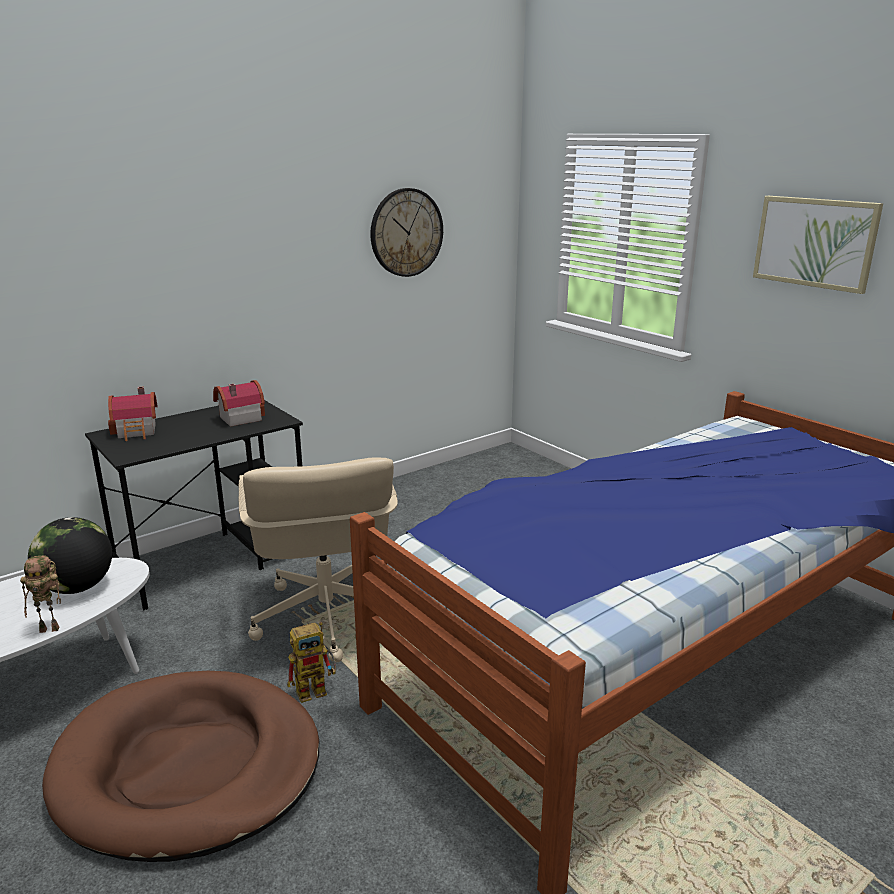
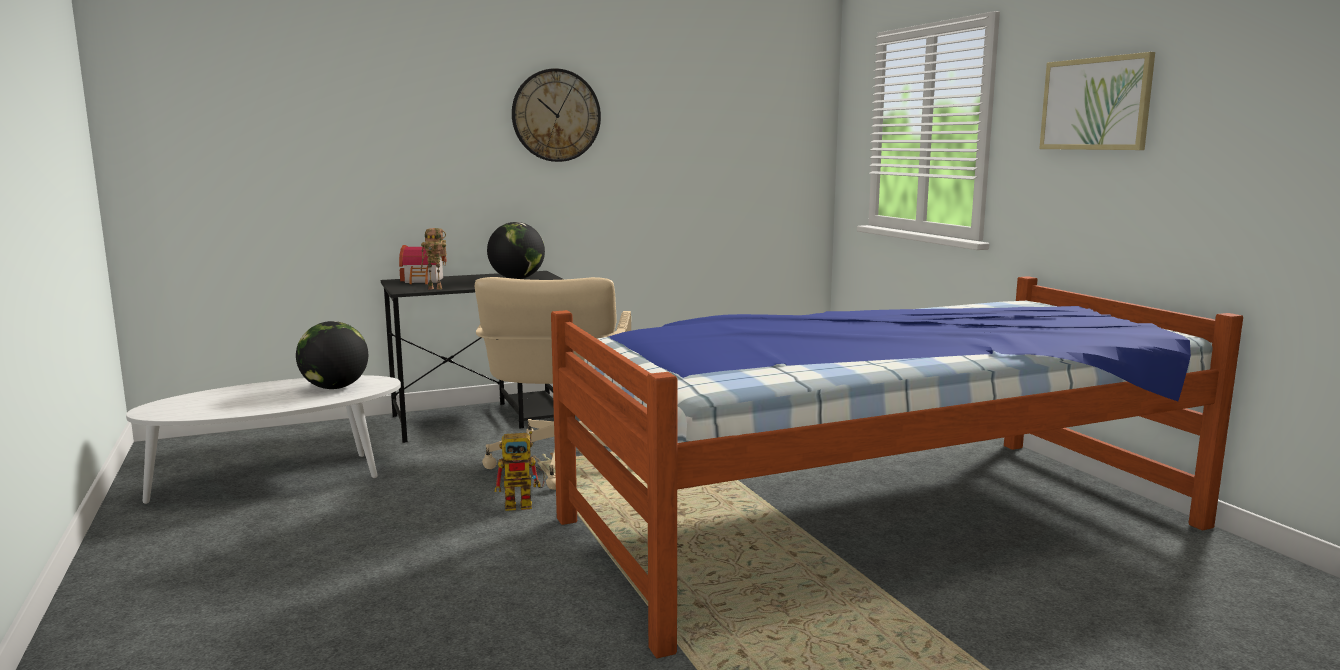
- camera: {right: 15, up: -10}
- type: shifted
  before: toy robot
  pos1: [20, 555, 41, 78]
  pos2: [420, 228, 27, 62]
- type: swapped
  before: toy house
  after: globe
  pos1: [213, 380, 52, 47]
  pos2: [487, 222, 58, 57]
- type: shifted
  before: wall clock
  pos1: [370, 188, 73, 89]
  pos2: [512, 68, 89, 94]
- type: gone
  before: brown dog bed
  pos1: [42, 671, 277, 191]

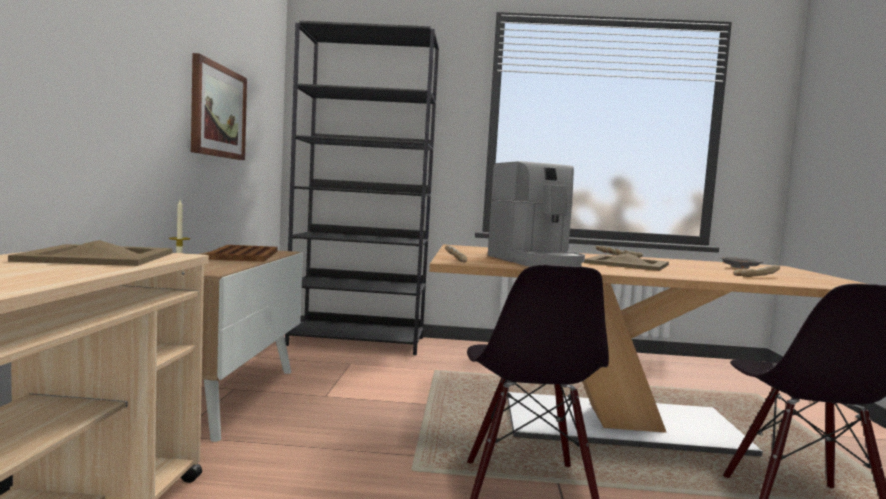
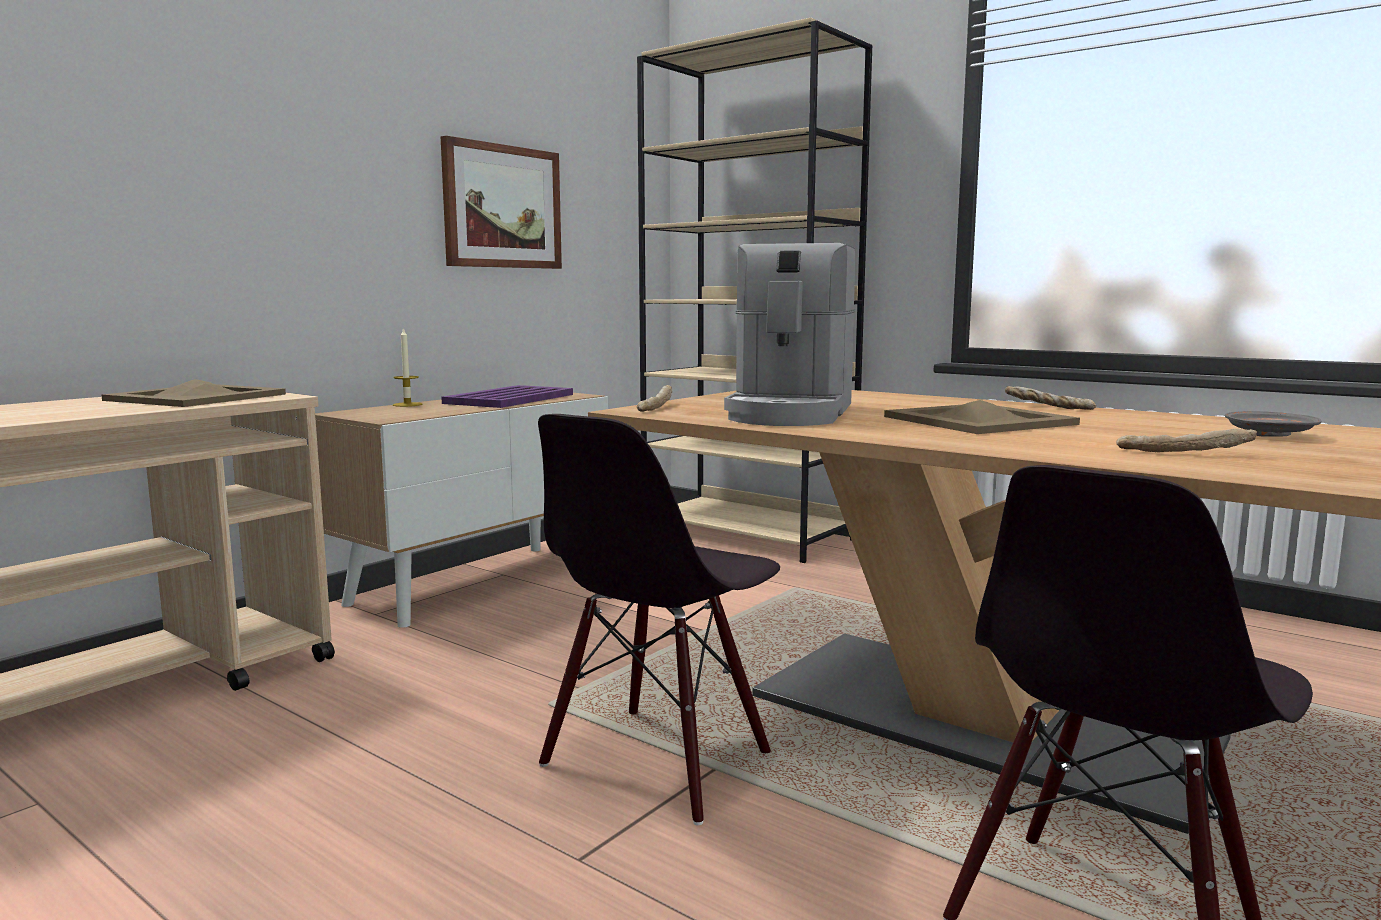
- camera: {right: 35, up: 5}
- type: repainted
  before: brown tray
  after: purple tray
  pos1: [205, 245, 73, 17]
  pos2: [441, 385, 132, 23]
- type: repainted
  before: black bookcase
  after: beige bookcase
  pos1: [285, 21, 154, 334]
  pos2: [637, 18, 235, 545]

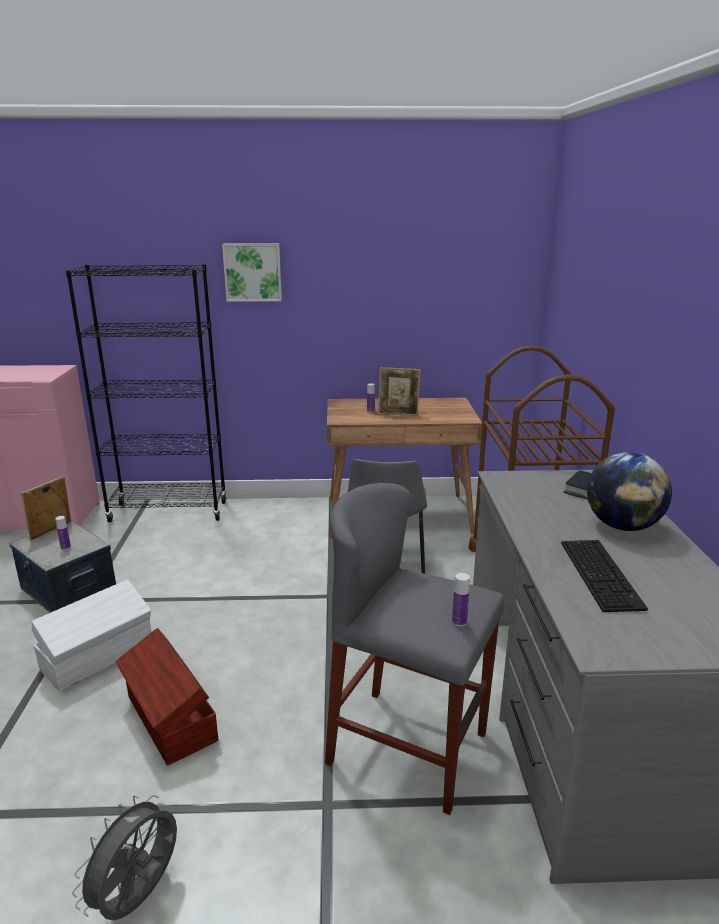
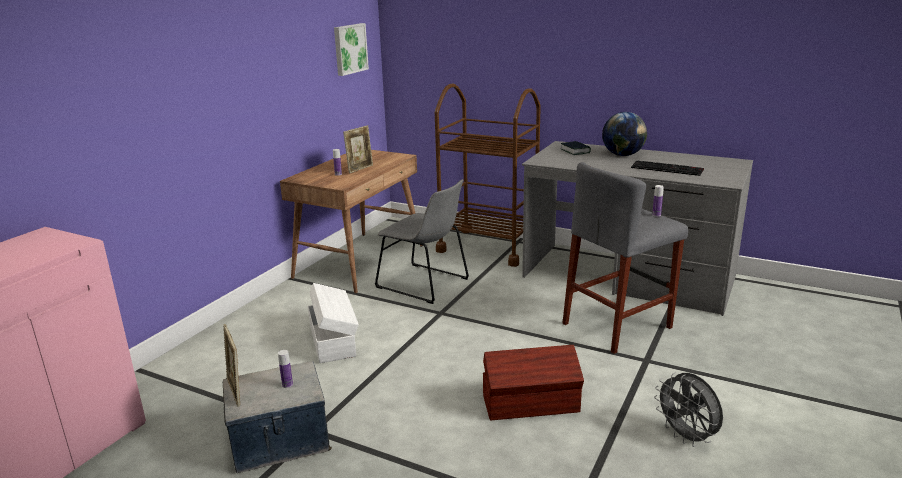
- camera: {right: -60, up: 0}
- type: shifted
  before: white storage box
  pos1: [32, 579, 120, 112]
  pos2: [308, 283, 51, 80]
- type: shifted
  before: picture
  pos1: [222, 243, 60, 59]
  pos2: [334, 23, 35, 53]
- type: gone
  before: black bookcase
  pos1: [66, 264, 161, 259]

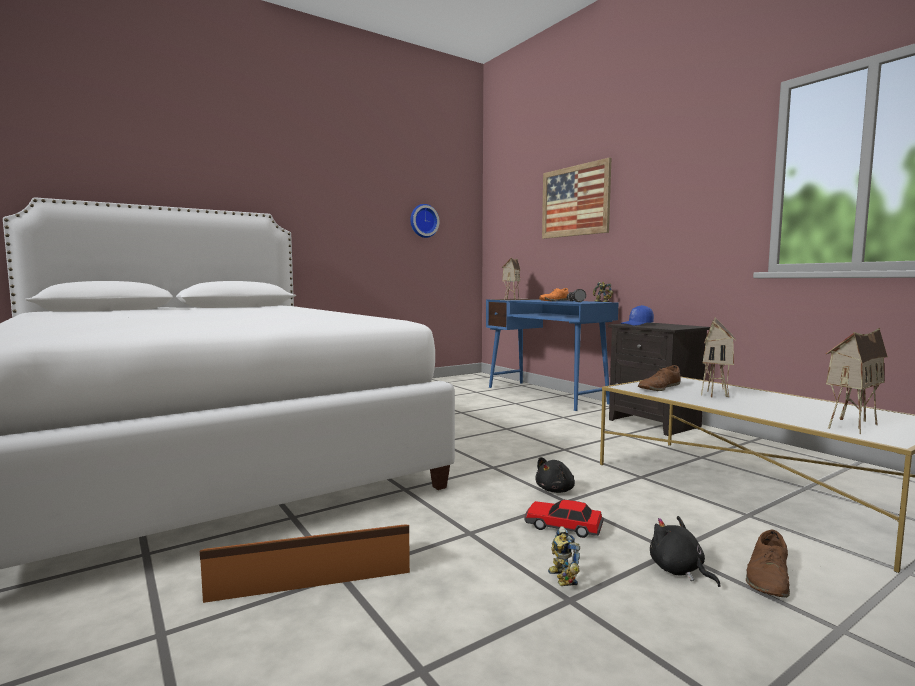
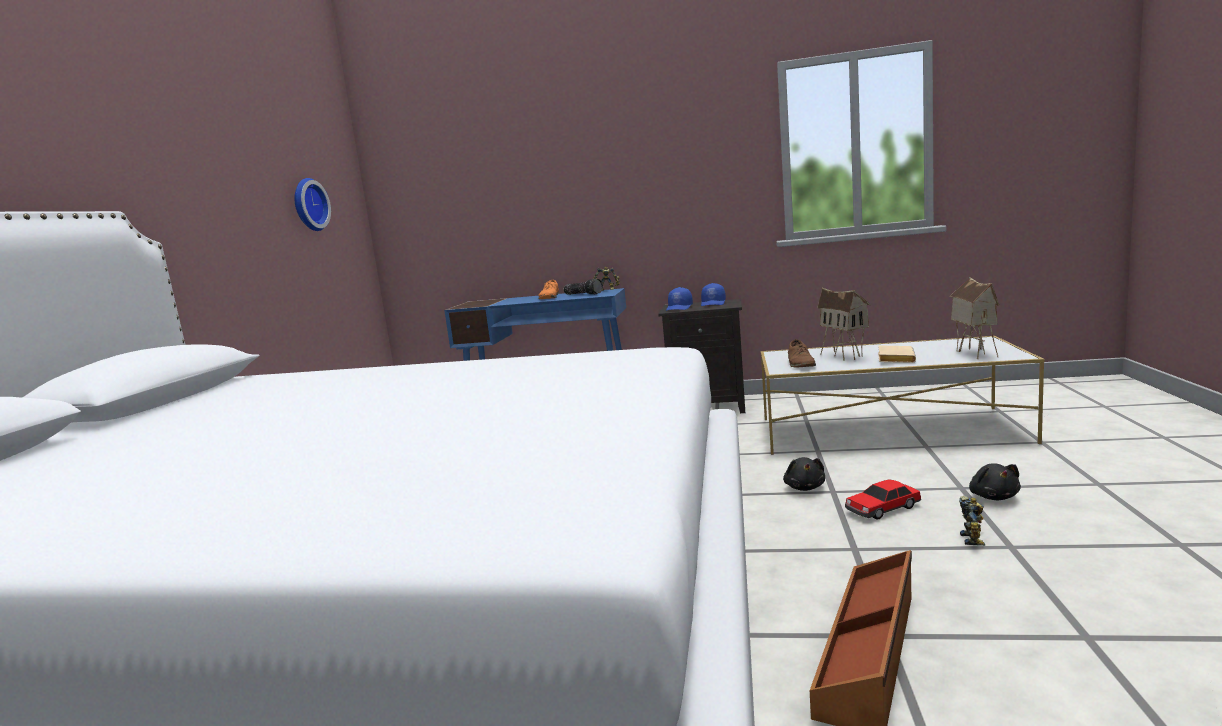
- camera: {right: -45, up: 5}
- type: new
  after: blue cap
  pos2: [701, 283, 25, 23]
- type: new
  after: beige book
  pos2: [878, 345, 38, 18]
- type: rotated
  before: toy robot
  pos1: [548, 526, 32, 60]
  pos2: [959, 496, 26, 50]
  turn: -105
- type: rotated
  before: black plush toy
  pos1: [650, 516, 71, 71]
  pos2: [969, 463, 52, 37]
  turn: -105
- type: gone
  before: toy house
  pos1: [501, 257, 20, 43]
- type: gone
  before: picture
  pos1: [542, 157, 69, 82]
- type: gone
  before: brown shoe
  pos1: [746, 529, 44, 69]

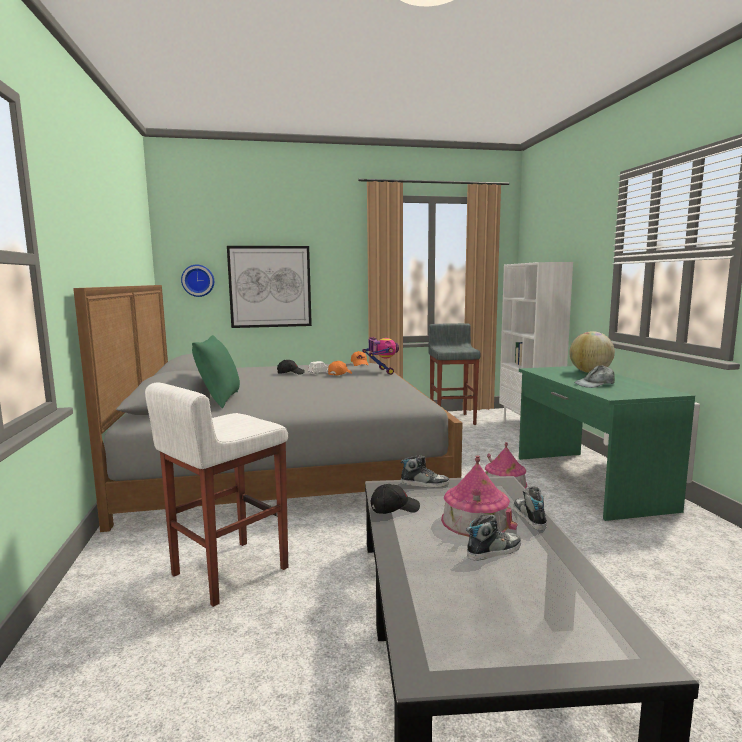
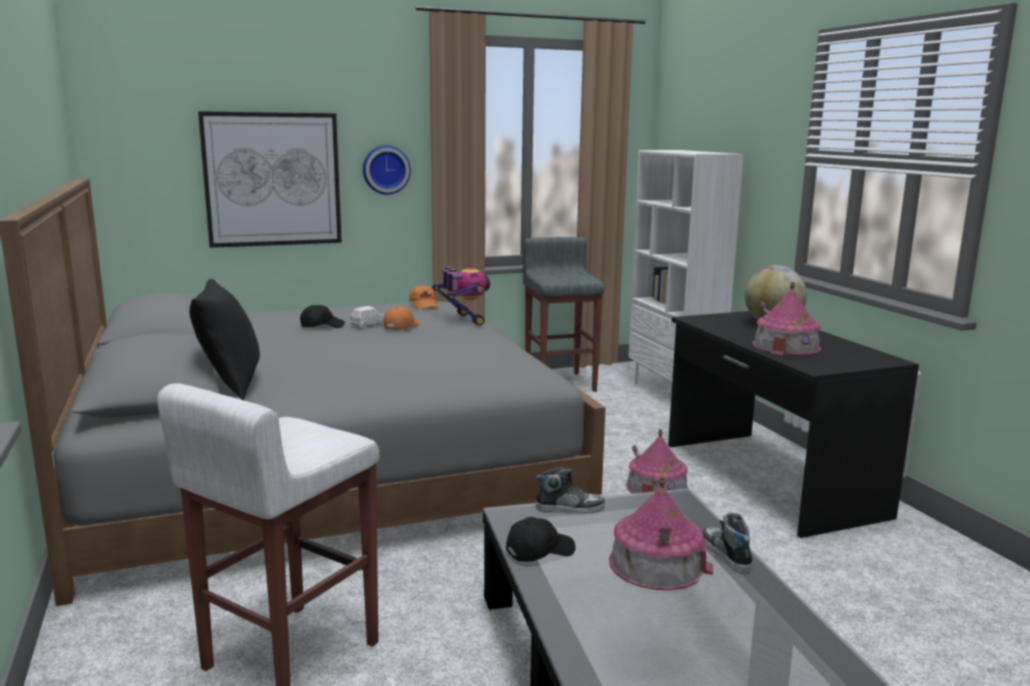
- camera: {right: -10, up: 5}
- type: repainted
  before: green pillow
  after: black pillow
  pos1: [192, 335, 48, 73]
  pos2: [189, 279, 71, 121]
- type: shifted
  before: wall clock
  pos1: [181, 265, 33, 32]
  pos2: [363, 145, 48, 50]
- type: repainted
  before: green desk
  after: black desk
  pos1: [519, 366, 176, 155]
  pos2: [668, 311, 251, 227]
- type: swapped
  before: grey cap
  after: toy house
  pos1: [575, 365, 40, 23]
  pos2: [752, 282, 69, 74]
- type: gone
  before: shoe
  pos1: [466, 514, 55, 47]

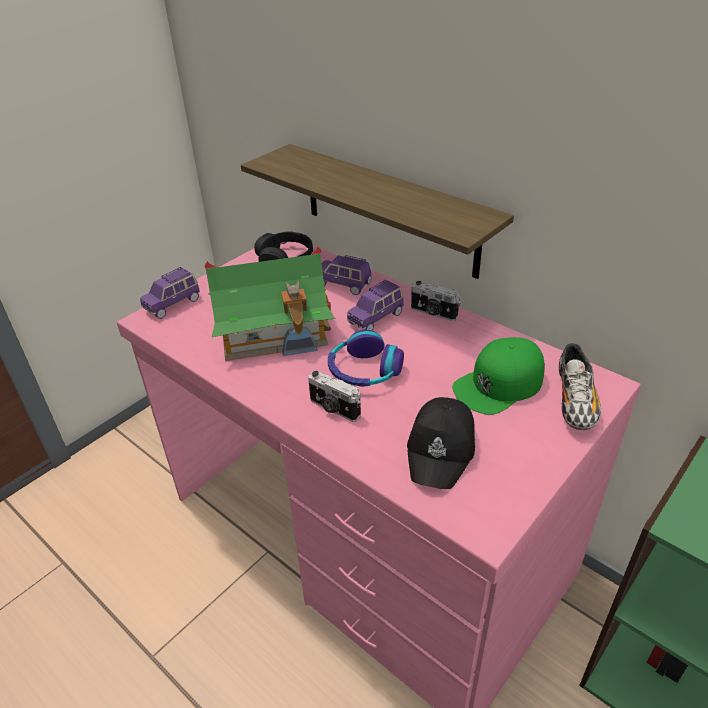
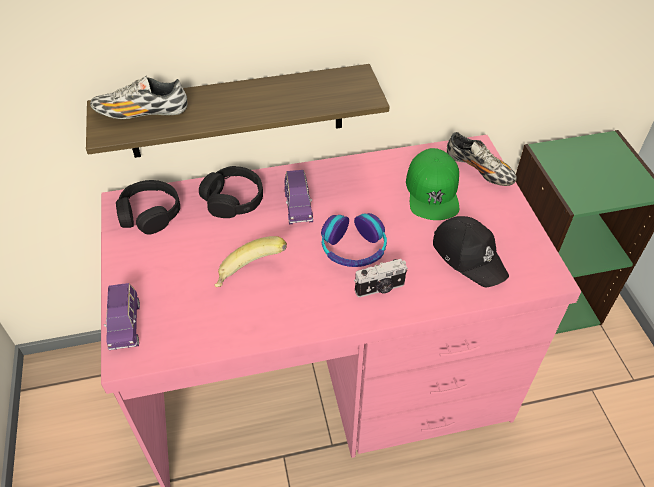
- camera: {right: -55, up: 10}
- type: new
  after: shoe
  pos2: [90, 75, 98, 44]
- type: swapped
  before: purple toy car
  after: black headphones
  pos1: [322, 255, 50, 40]
  pos2: [199, 166, 64, 52]
- type: swapped
  before: toy house
  after: banana
  pos1: [205, 247, 130, 114]
  pos2: [215, 236, 72, 51]
- type: gone
  before: photo camera
  pos1: [411, 281, 50, 40]

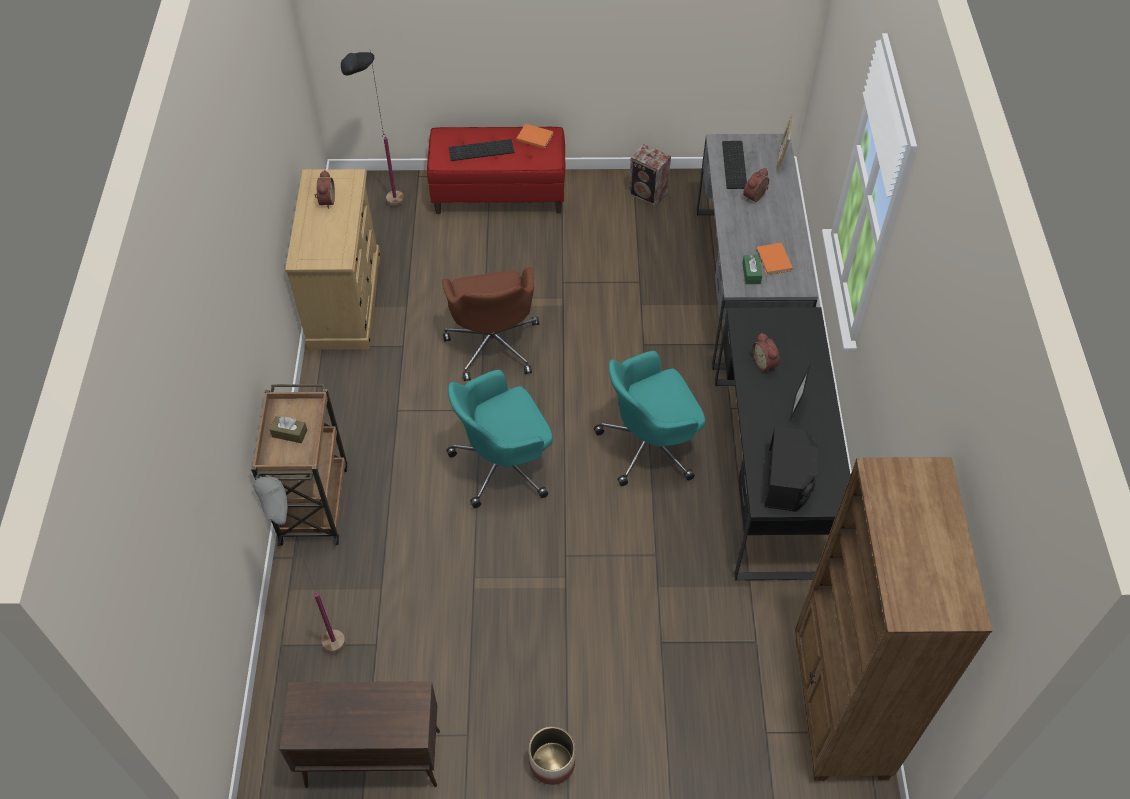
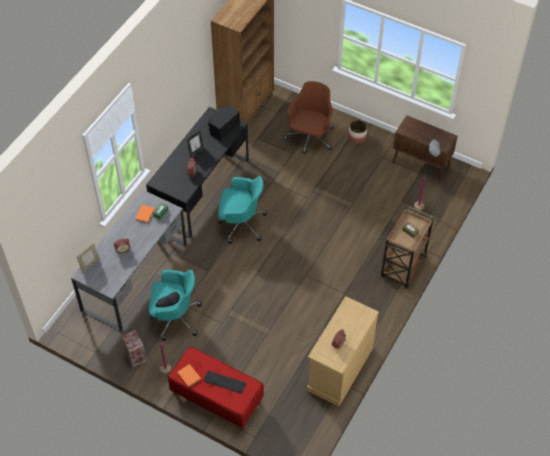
- camera: {right: -150, up: 0}
- type: shifted
  before: turquoise office chair
  pos1: [446, 370, 107, 138]
  pos2: [149, 270, 53, 71]
- type: shifted
  before: black floor lamp
  pos1: [341, 52, 63, 153]
  pos2: [155, 292, 25, 82]
- type: shifted
  before: brown office chair
  pos1: [442, 267, 97, 114]
  pos2: [284, 81, 50, 73]
- type: gone
  before: keyboard
  pos1: [722, 141, 25, 48]

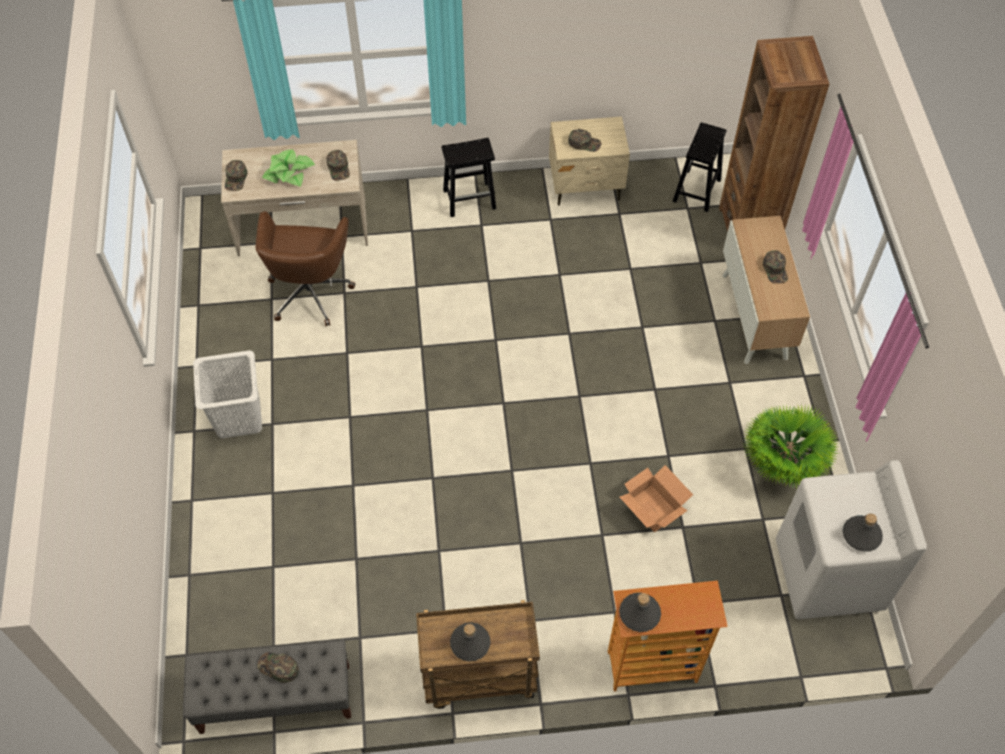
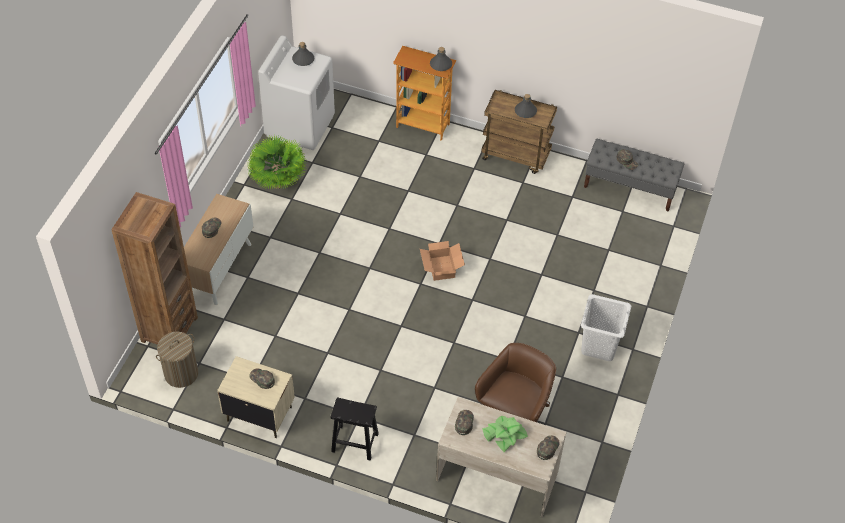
- camera: {right: -155, up: -5}
- type: swapped
  before: black stool
  after: laundry basket
  pos1: [673, 122, 54, 90]
  pos2: [156, 332, 42, 56]
- type: shifted
  before: cardboard box
  pos1: [620, 465, 73, 67]
  pos2: [420, 241, 45, 40]

